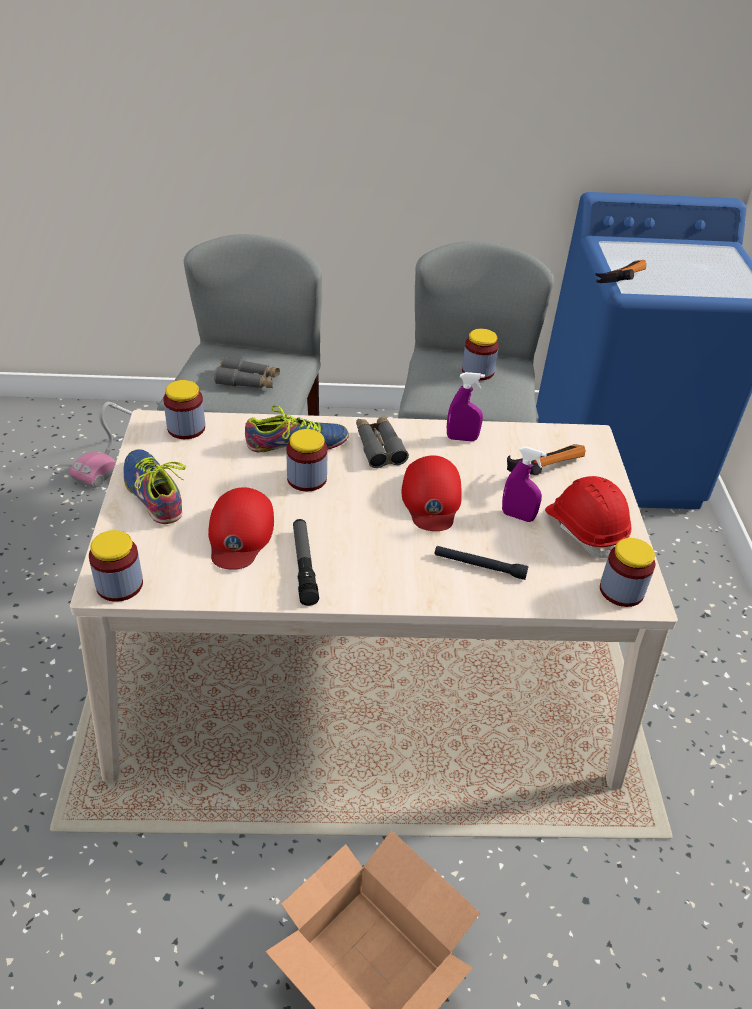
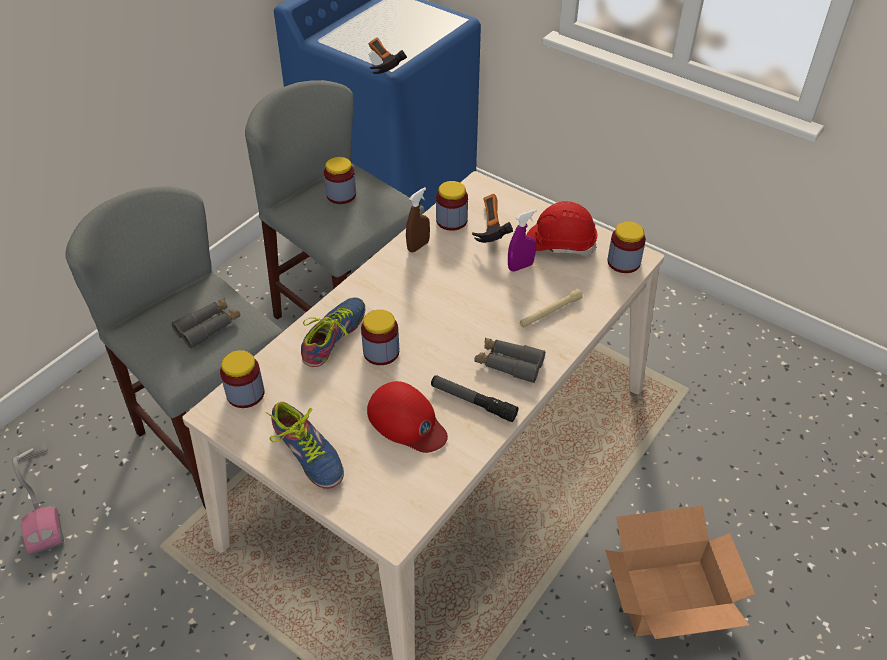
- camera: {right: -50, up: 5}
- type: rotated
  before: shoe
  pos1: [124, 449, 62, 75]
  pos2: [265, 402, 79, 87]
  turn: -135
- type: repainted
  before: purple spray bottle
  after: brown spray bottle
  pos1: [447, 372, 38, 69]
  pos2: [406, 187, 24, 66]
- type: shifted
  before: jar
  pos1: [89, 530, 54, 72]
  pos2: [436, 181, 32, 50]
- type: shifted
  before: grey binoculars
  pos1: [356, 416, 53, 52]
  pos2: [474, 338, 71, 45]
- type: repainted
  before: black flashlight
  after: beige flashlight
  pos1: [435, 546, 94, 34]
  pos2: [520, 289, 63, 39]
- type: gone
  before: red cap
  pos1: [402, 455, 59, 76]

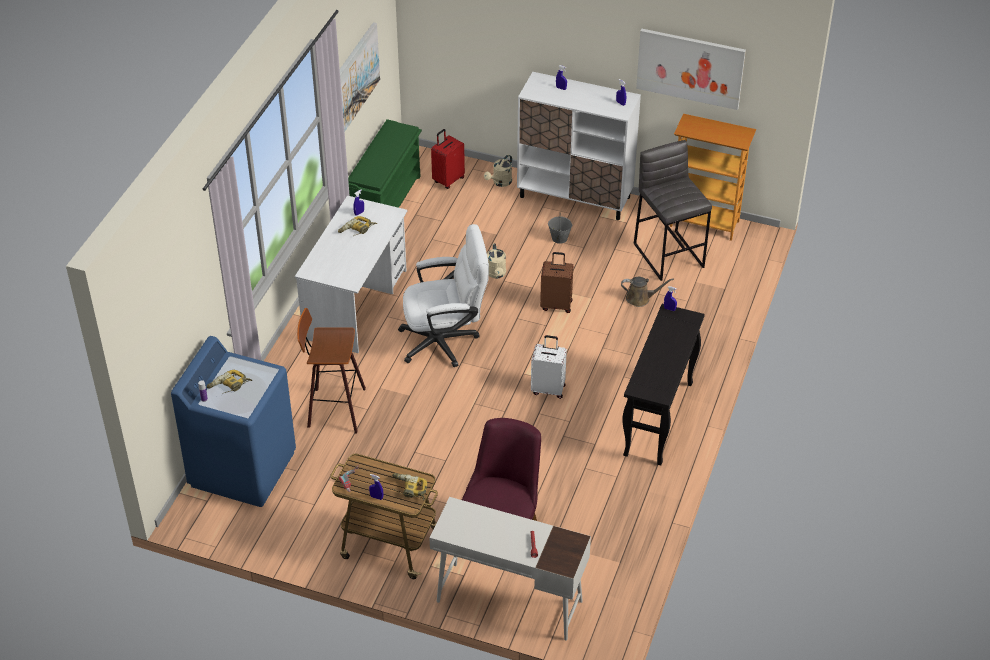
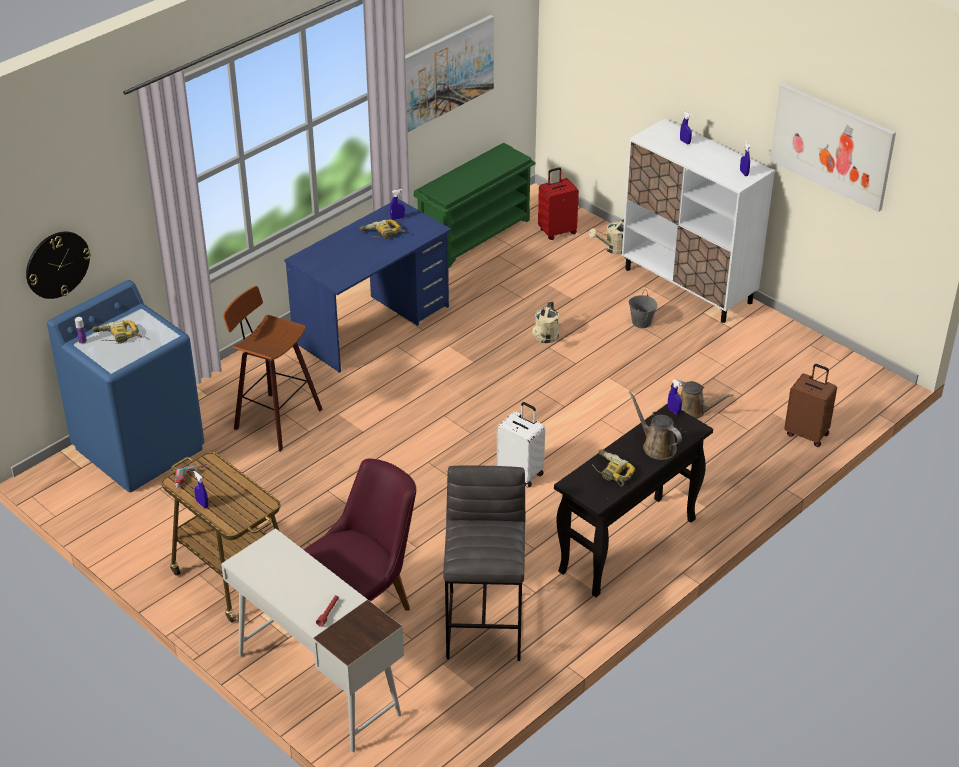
- camera: {right: 25, up: -5}
- type: new
  after: wall clock
  pos2: [26, 232, 65, 67]
- type: repainted
  before: white desk
  after: blue desk
  pos1: [295, 196, 112, 157]
  pos2: [284, 199, 167, 174]
- type: shifted
  before: grey stool
  pos1: [634, 140, 78, 141]
  pos2: [443, 465, 83, 196]
- type: shifted
  before: power drill
  pos1: [392, 473, 35, 27]
  pos2: [592, 449, 43, 38]
- type: new
  after: brown watering can
  pos2: [629, 391, 53, 69]
- type: shifted
  before: brown suitcase
  pos1: [540, 252, 33, 61]
  pos2: [784, 364, 53, 83]
- type: gone
  before: white office chair
  pos1: [398, 224, 91, 143]
- type: gone
  before: bookcase
  pos1: [670, 114, 86, 127]

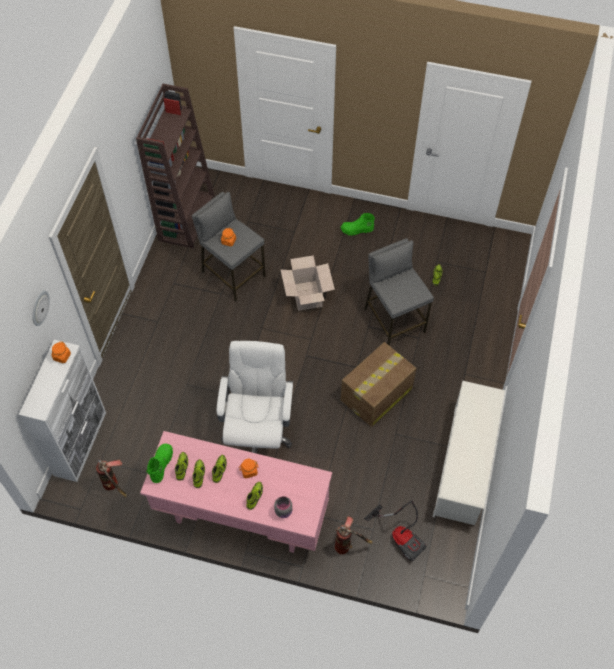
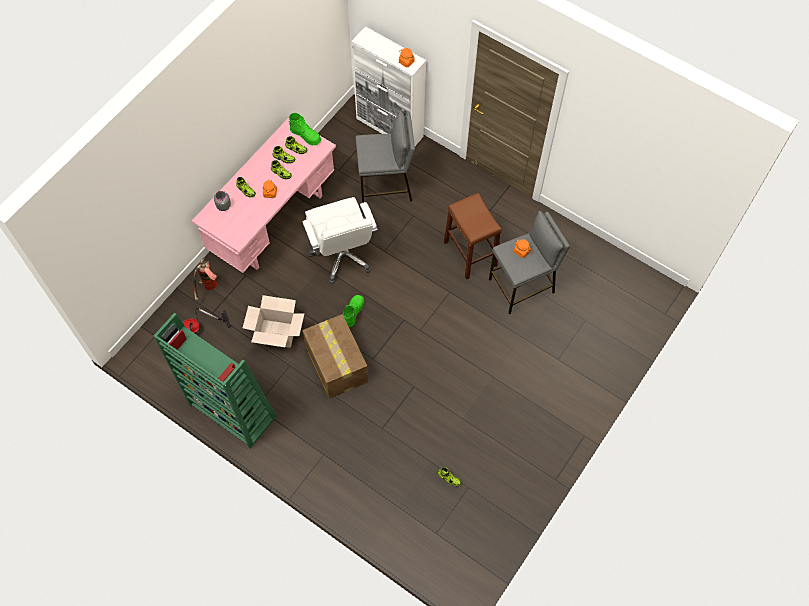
- camera: {right: 110, up: 5}
- type: swapped
  before: white shoe rack
  after: green bookcase
  pos1: [433, 381, 72, 144]
  pos2: [154, 312, 122, 136]
- type: shifted
  before: cardboard box
  pos1: [281, 255, 54, 56]
  pos2: [243, 295, 62, 53]
- type: rotated
  before: white office chair
  pos1: [217, 341, 76, 113]
  pos2: [303, 197, 75, 87]
  turn: 45
- type: shifted
  before: green boot
  pos1: [341, 213, 34, 23]
  pos2: [343, 295, 21, 32]
- type: shifted
  before: grey stool
  pos1: [364, 238, 70, 108]
  pos2: [356, 111, 59, 92]
- type: new
  after: brown stool
  pos2: [444, 193, 58, 87]
- type: gone
  before: wall clock
  pos1: [32, 291, 18, 35]
- type: gone
  before: fire extinguisher
  pos1: [96, 459, 31, 38]
- type: gone
  before: brown bookcase
  pos1: [136, 83, 79, 165]

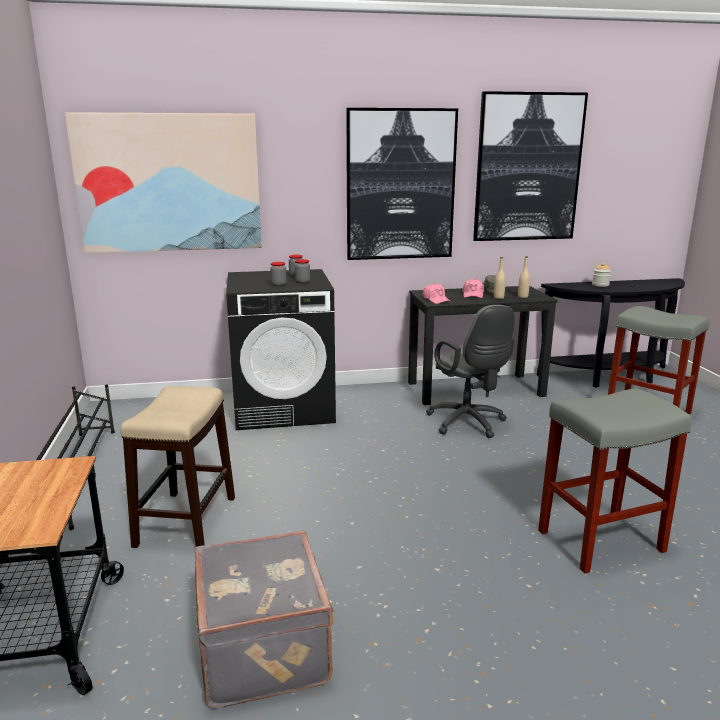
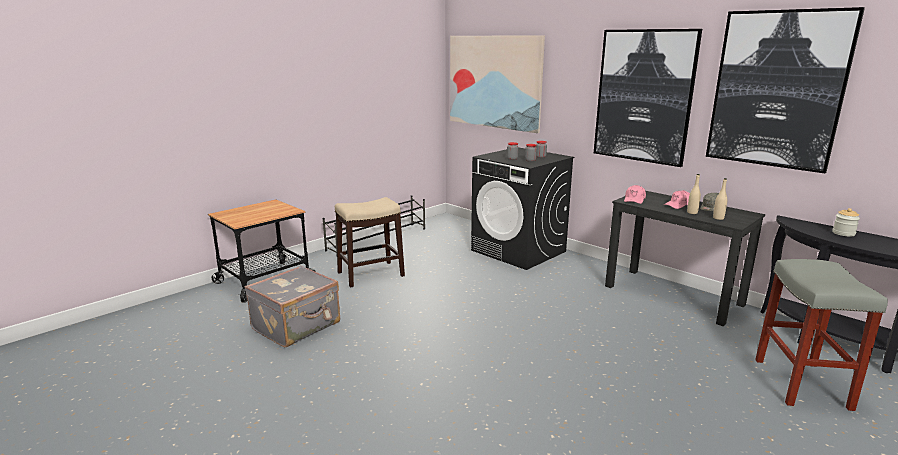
- camera: {right: 55, up: 0}
- type: gone
  before: grey office chair
  pos1: [426, 305, 89, 133]
- type: gone
  before: grey stool
  pos1: [538, 388, 154, 185]

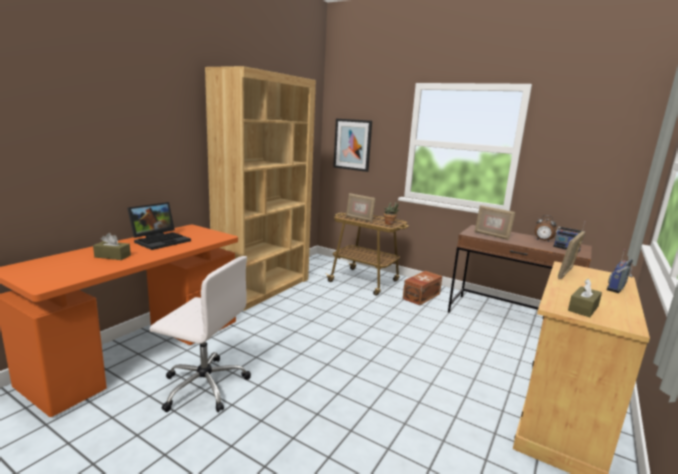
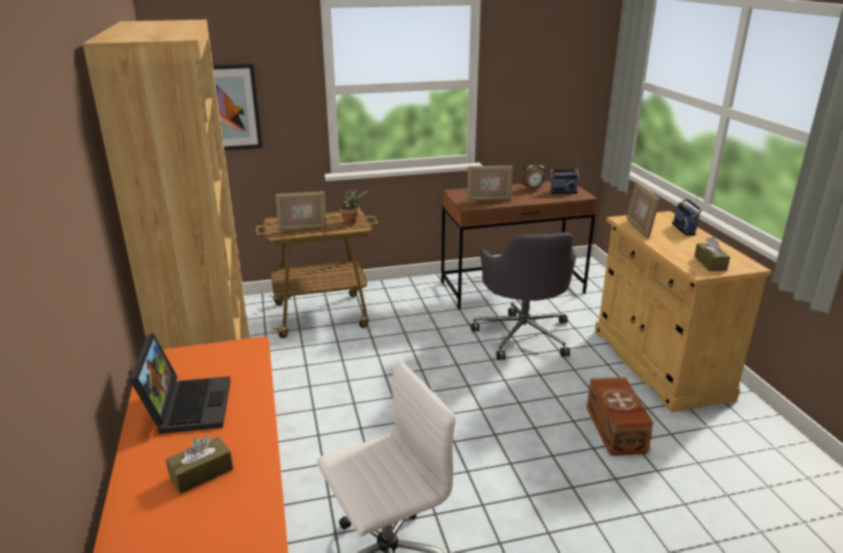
- camera: {right: -45, up: 10}
- type: new
  after: grey office chair
  pos2: [471, 232, 106, 128]
- type: shifted
  before: brown storage box
  pos1: [403, 271, 39, 34]
  pos2: [587, 377, 66, 79]

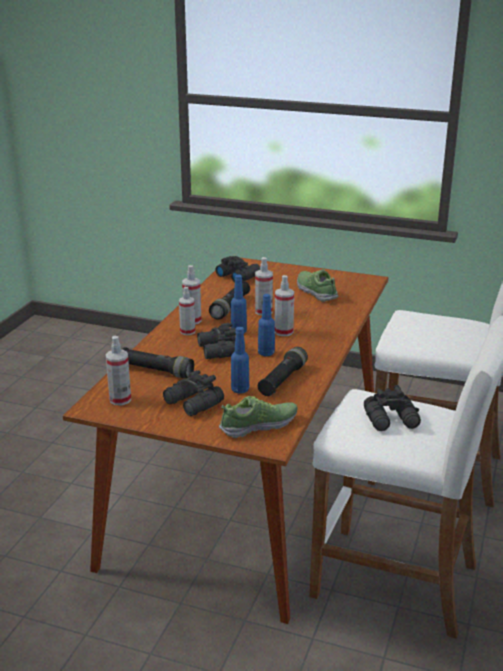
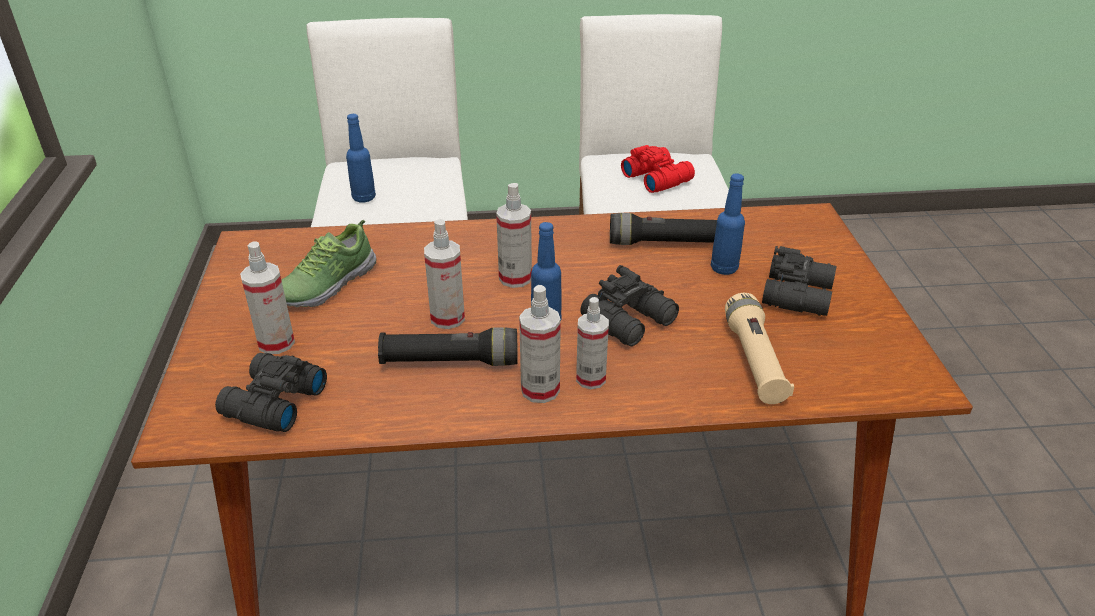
- camera: {right: -115, up: 10}
- type: shifted
  before: spray bottle
  pos1: [105, 336, 26, 69]
  pos2: [240, 242, 55, 112]
- type: shifted
  before: blue bottle
  pos1: [258, 294, 17, 62]
  pos2: [346, 114, 30, 89]
- type: repainted
  before: black binoculars
  after: red binoculars
  pos1: [364, 385, 57, 46]
  pos2: [621, 145, 74, 48]
- type: repainted
  before: black flashlight
  after: beige flashlight
  pos1: [122, 347, 72, 31]
  pos2: [725, 293, 69, 111]
- type: gone
  before: shoe
  pos1: [219, 396, 79, 42]

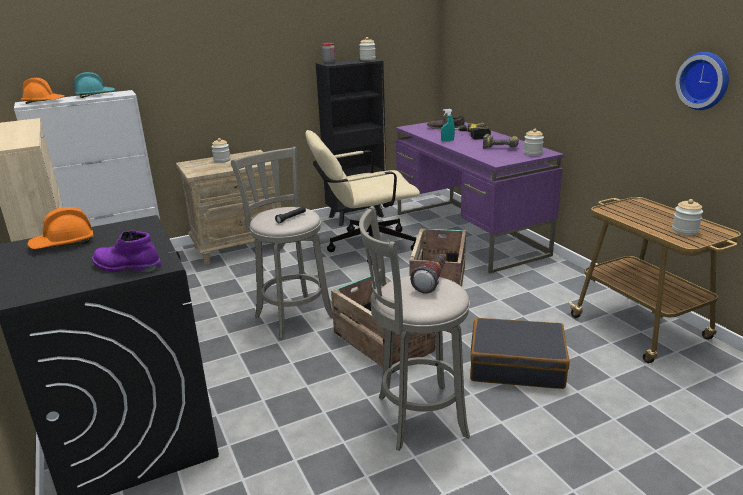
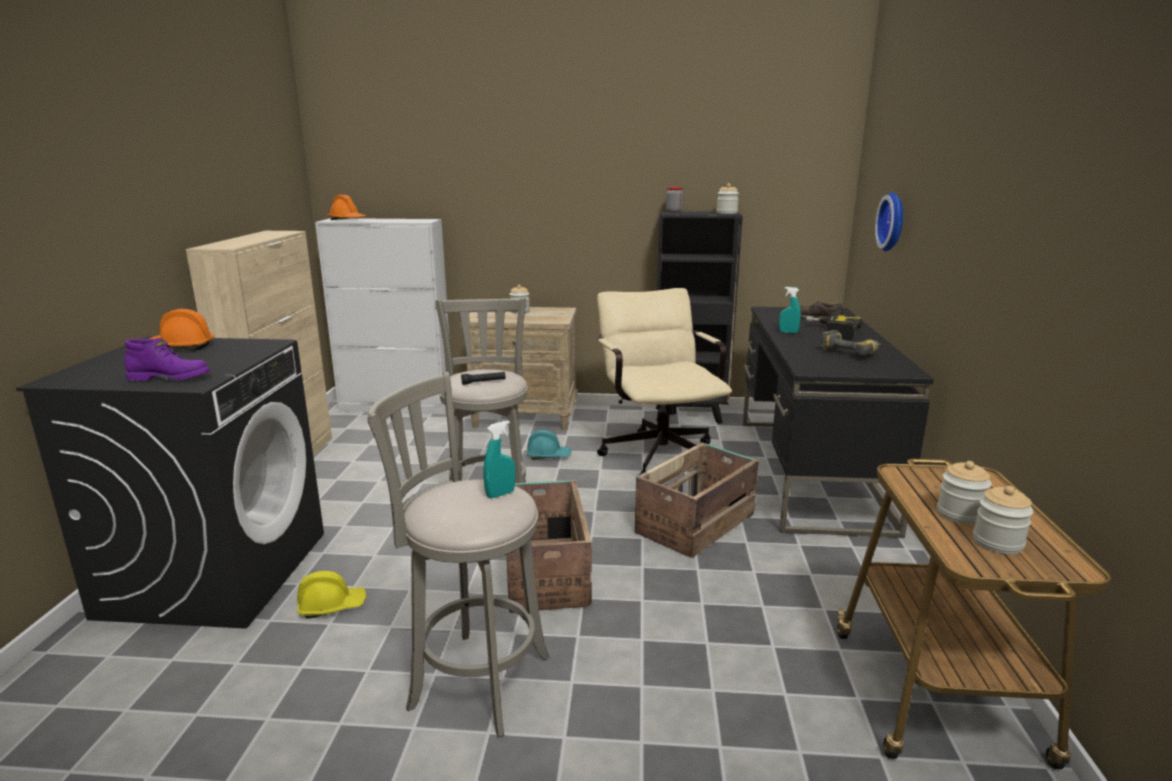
- camera: {right: 30, up: -5}
- type: rotated
  before: purple boot
  pos1: [92, 230, 70, 42]
  pos2: [124, 338, 86, 43]
  turn: 135
- type: new
  after: yellow hard hat
  pos2: [297, 571, 69, 48]
- type: swapped
  before: flashlight
  after: turquoise spray bottle
  pos1: [410, 254, 36, 40]
  pos2: [483, 420, 32, 78]
- type: shifted
  before: turquoise hard hat
  pos1: [74, 72, 42, 26]
  pos2: [527, 430, 44, 29]
- type: rotated
  before: beige office chair
  pos1: [305, 130, 115, 133]
  pos2: [597, 288, 135, 188]
  turn: 60
- type: repainted
  before: purple desk
  after: black desk
  pos1: [396, 120, 168, 154]
  pos2: [743, 307, 191, 231]
- type: shifted
  before: wall clock
  pos1: [676, 52, 53, 58]
  pos2: [875, 192, 28, 59]
- type: shifted
  before: jar
  pos1: [524, 129, 20, 27]
  pos2: [937, 461, 55, 63]
- type: gone
  before: black suitcase
  pos1: [470, 318, 100, 71]

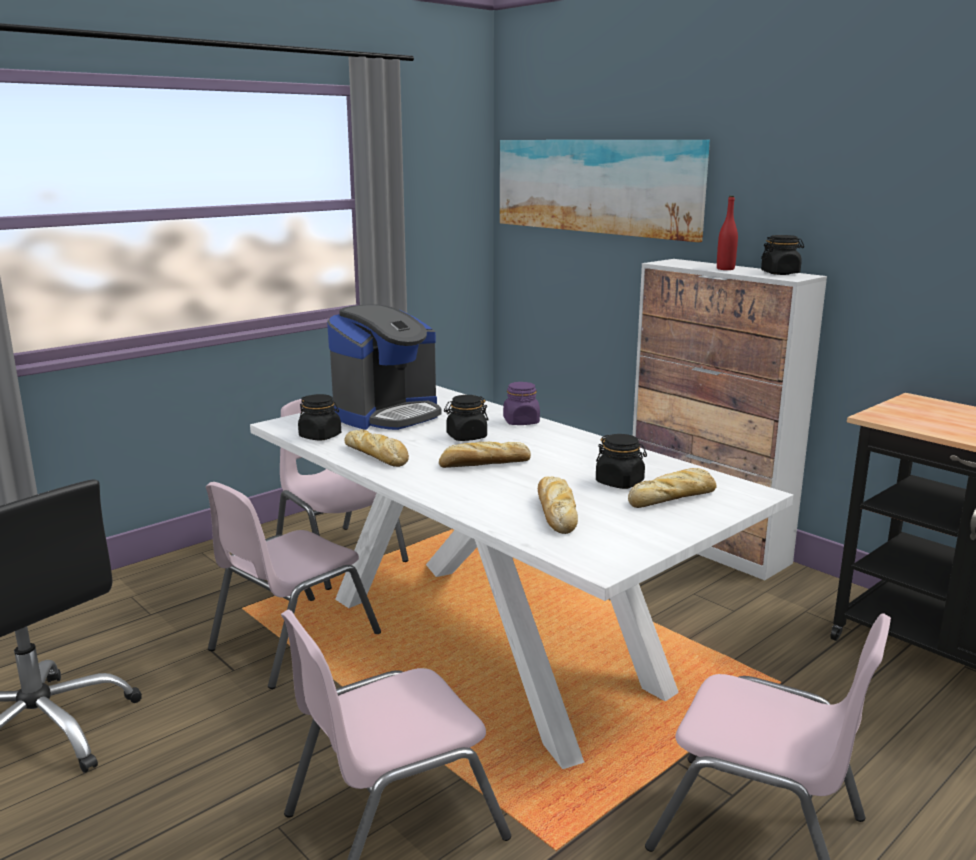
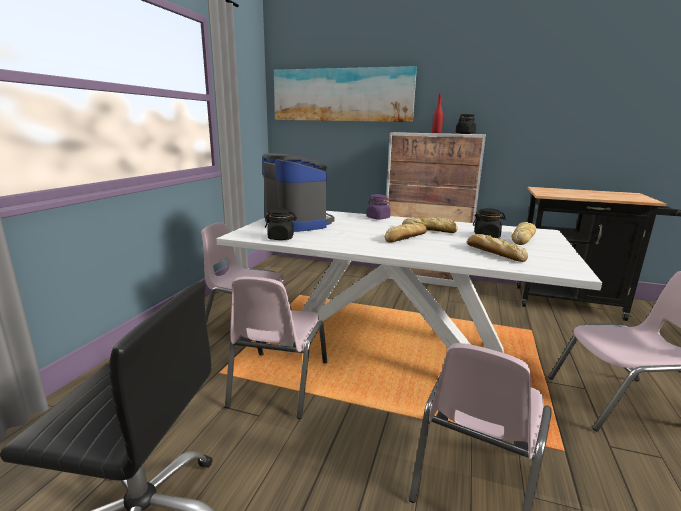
- camera: {right: -30, up: 0}
- type: rotated
  before: coffee machine
  pos1: [327, 305, 114, 125]
  pos2: [262, 153, 73, 79]
  turn: -45
- type: shifted
  before: bread
  pos1: [344, 429, 65, 38]
  pos2: [402, 217, 56, 16]
- type: gone
  before: black jar
  pos1: [444, 395, 44, 46]

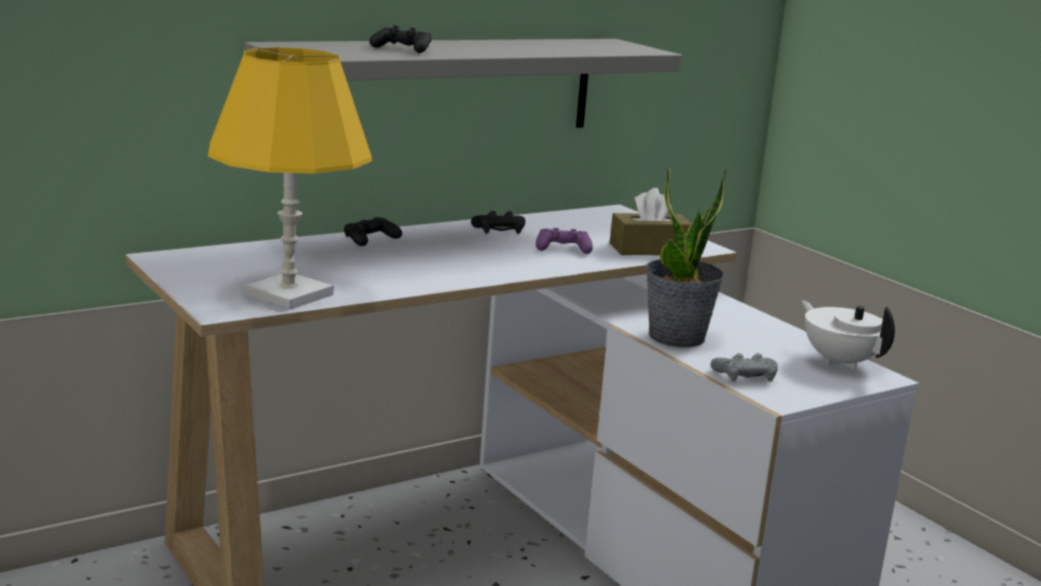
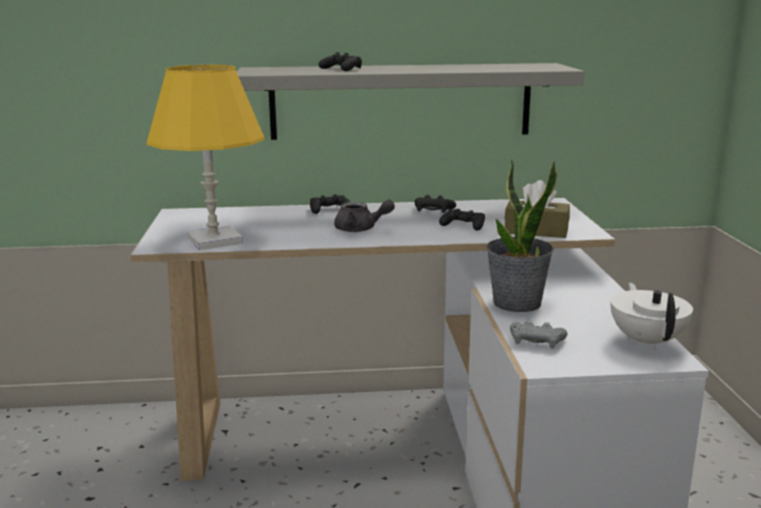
- camera: {right: 30, up: 0}
- type: new
  after: grey teapot
  pos2: [334, 200, 61, 32]
- type: repainted
  before: purple game controller
  after: black game controller
  pos1: [536, 228, 57, 26]
  pos2: [439, 209, 46, 22]

